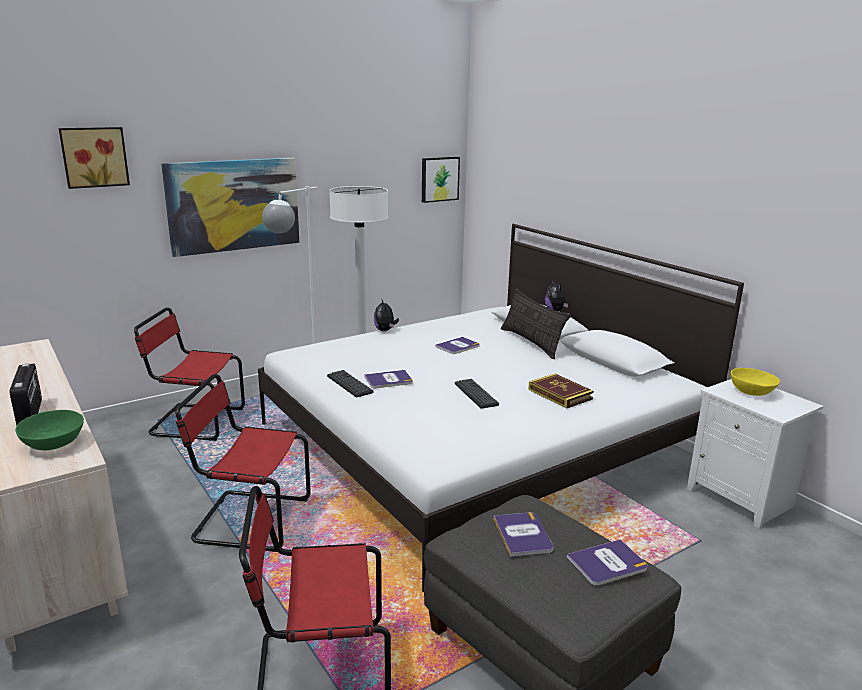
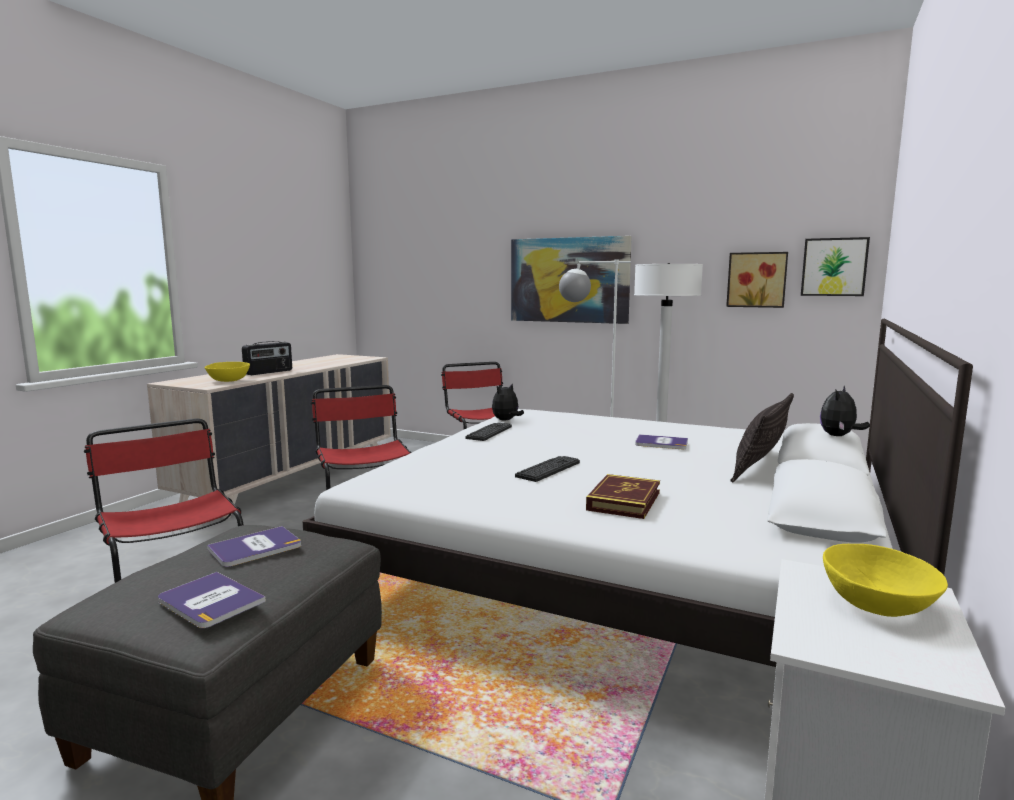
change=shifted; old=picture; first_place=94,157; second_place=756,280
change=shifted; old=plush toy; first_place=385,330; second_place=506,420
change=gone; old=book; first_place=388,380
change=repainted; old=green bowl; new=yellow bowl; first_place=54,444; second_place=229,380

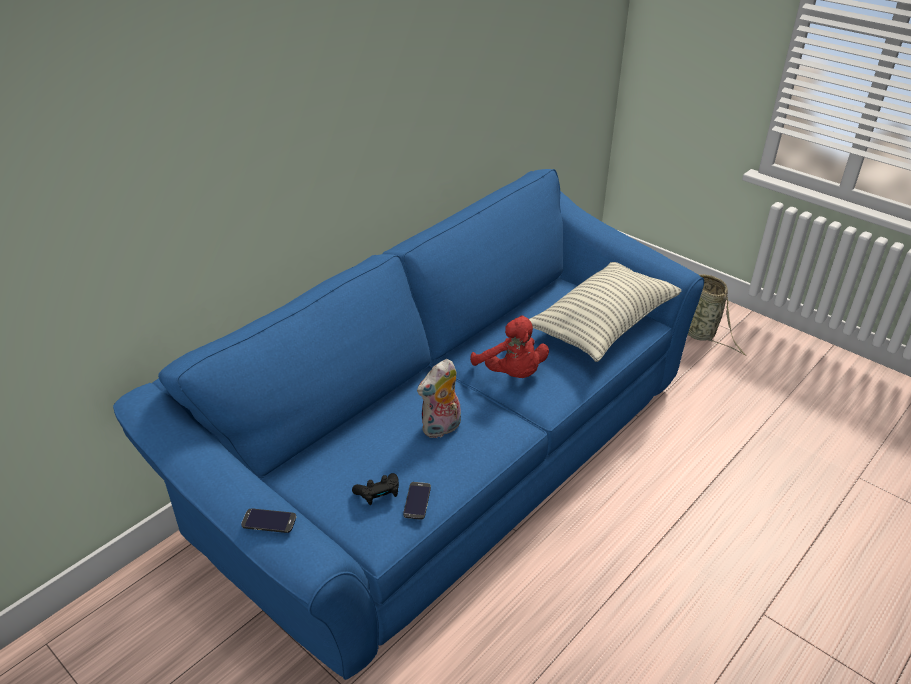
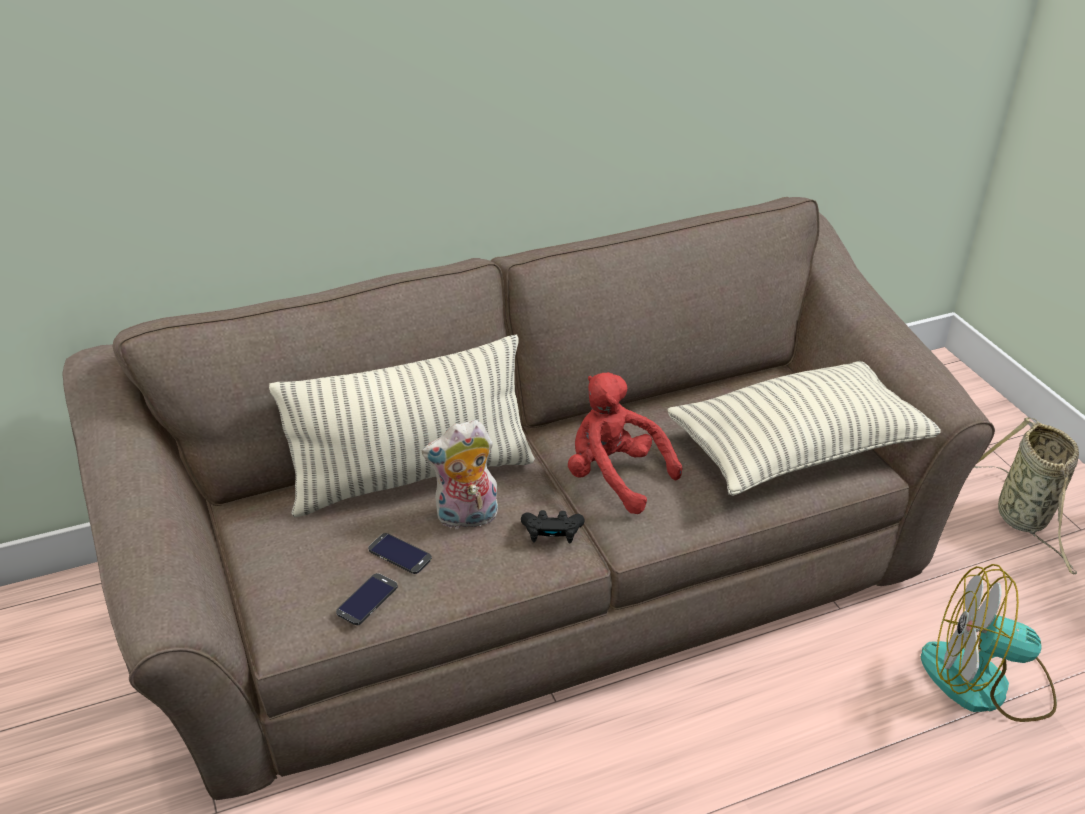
change=repainted; old=blue sofa; new=brown sofa; first_place=454,455; second_place=540,571
change=rotated; old=red plush toy; first_place=511,374; second_place=614,477; degrees=135
change=shifted; old=black game controller; first_place=378,494; second_place=552,534
change=shifted; old=phone; first_place=269,521; second_place=399,554
change=new; new=pillow; second_place=412,477
change=new; new=fan; second_place=986,683

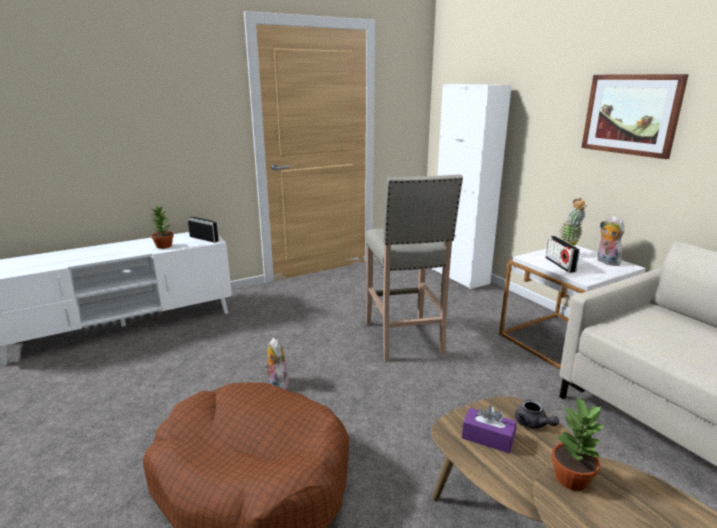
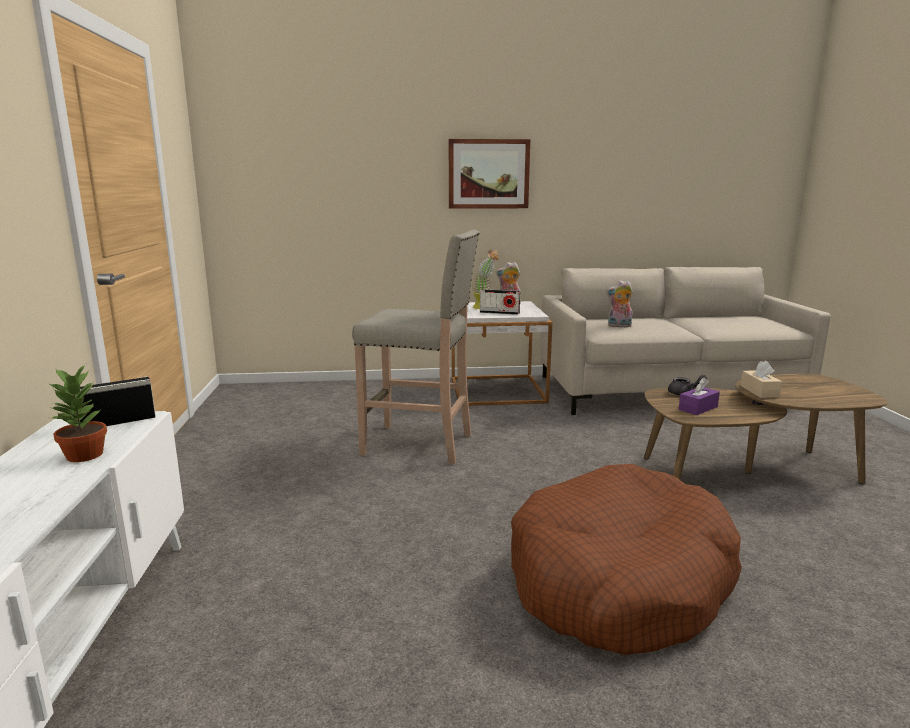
change=gone; old=white cabinet; first_place=460,276
change=shifted; old=plush toy; first_place=276,383; second_place=619,326
change=swapped; old=potted plant; new=beige tissue box; first_place=572,478; second_place=759,391

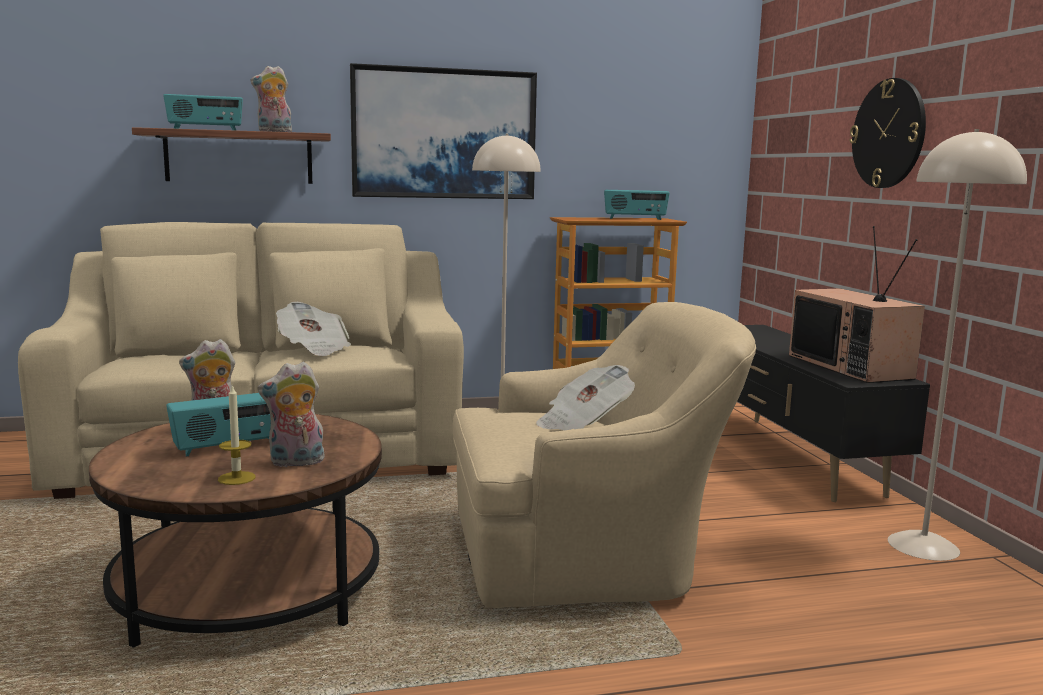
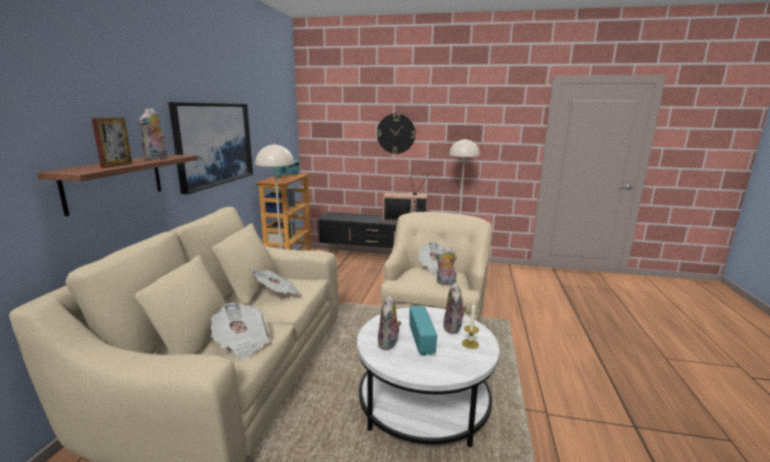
change=swapped; old=radio; new=picture frame; first_place=205,129; second_place=117,165
change=repainted; old=brown coffee table; new=white coffee table; first_place=249,589; second_place=423,404
change=new; new=plush toy; second_place=445,283
change=new; new=newspaper; second_place=242,343

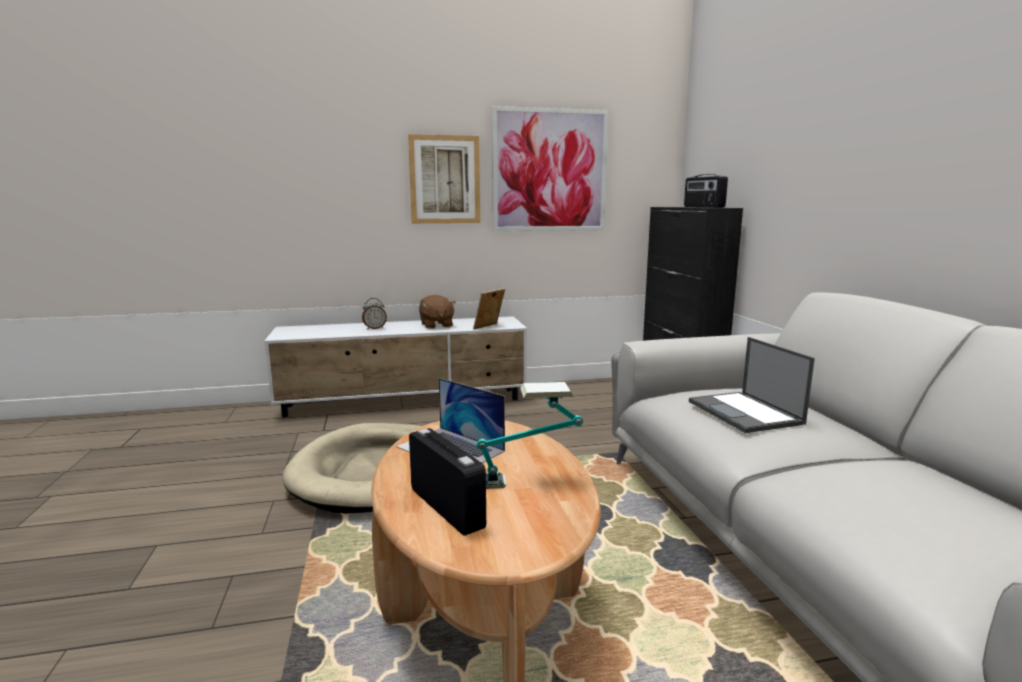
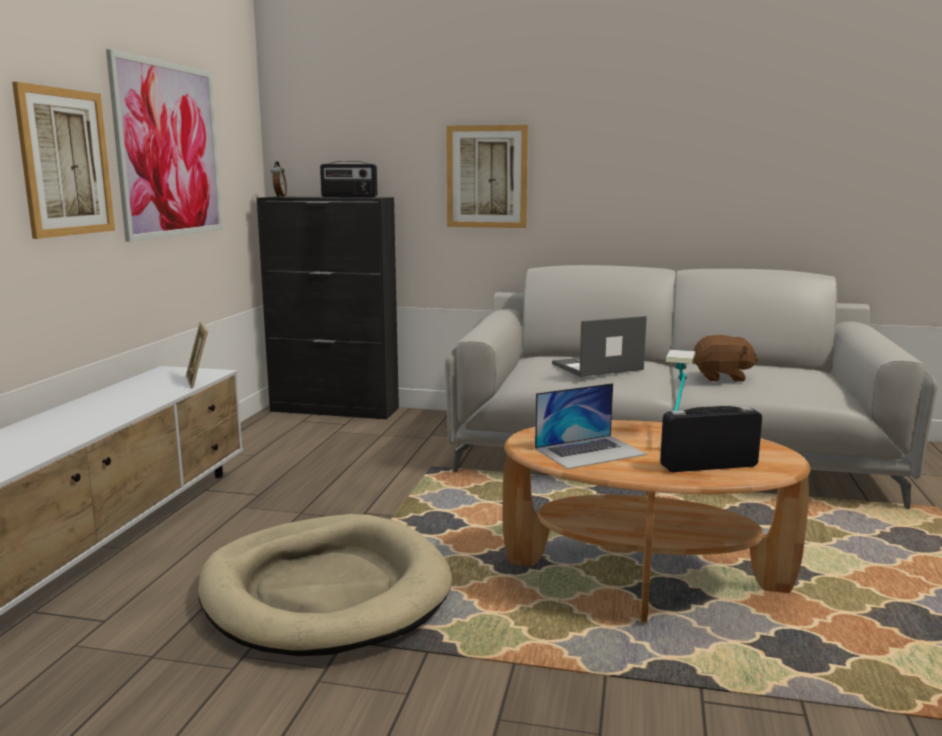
change=shifted; old=brown plush toy; first_place=436,325; second_place=722,377
change=shifted; old=alarm clock; first_place=374,328; second_place=279,196
change=rotated; old=laptop; first_place=745,413; second_place=596,367; degrees=150
change=new; new=picture; second_place=487,177

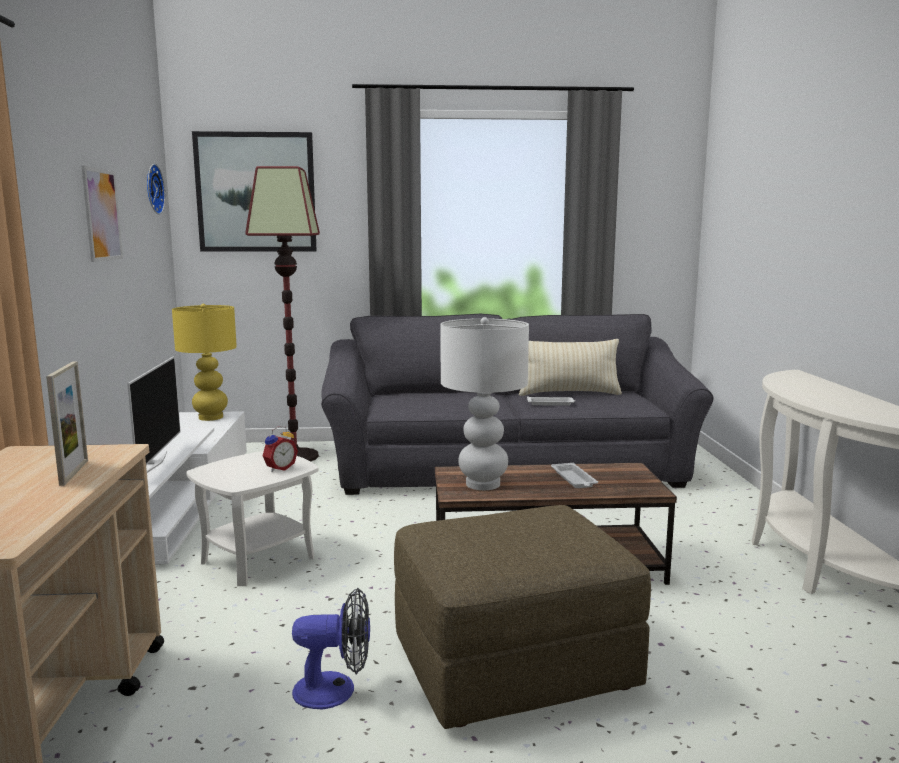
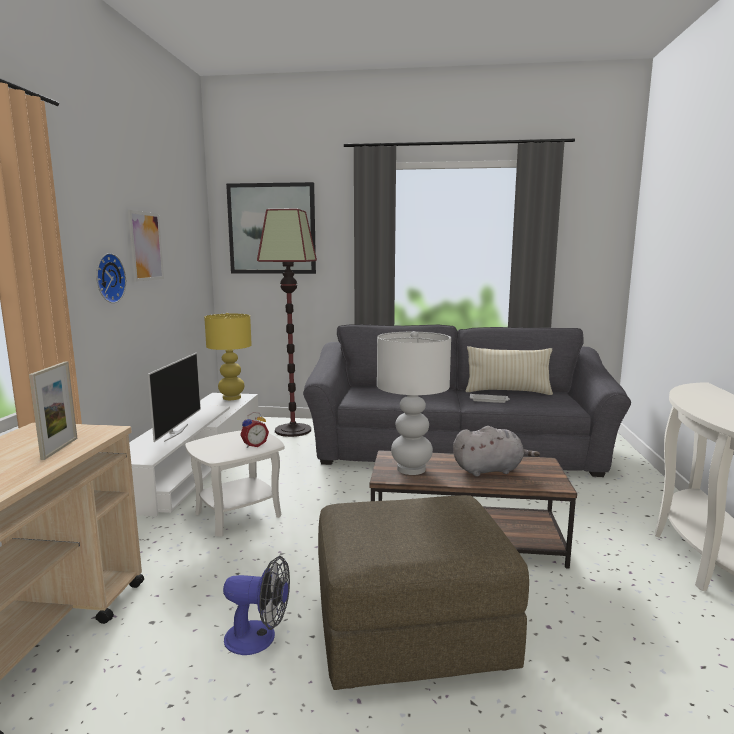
change=shifted; old=wall clock; first_place=152,189; second_place=107,278
change=swapped; old=white tray; new=grey plush toy; first_place=574,479; second_place=490,470

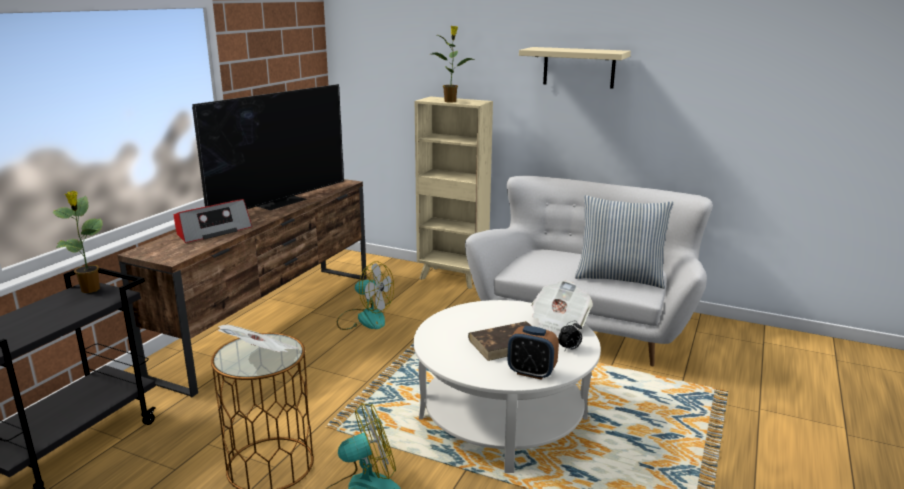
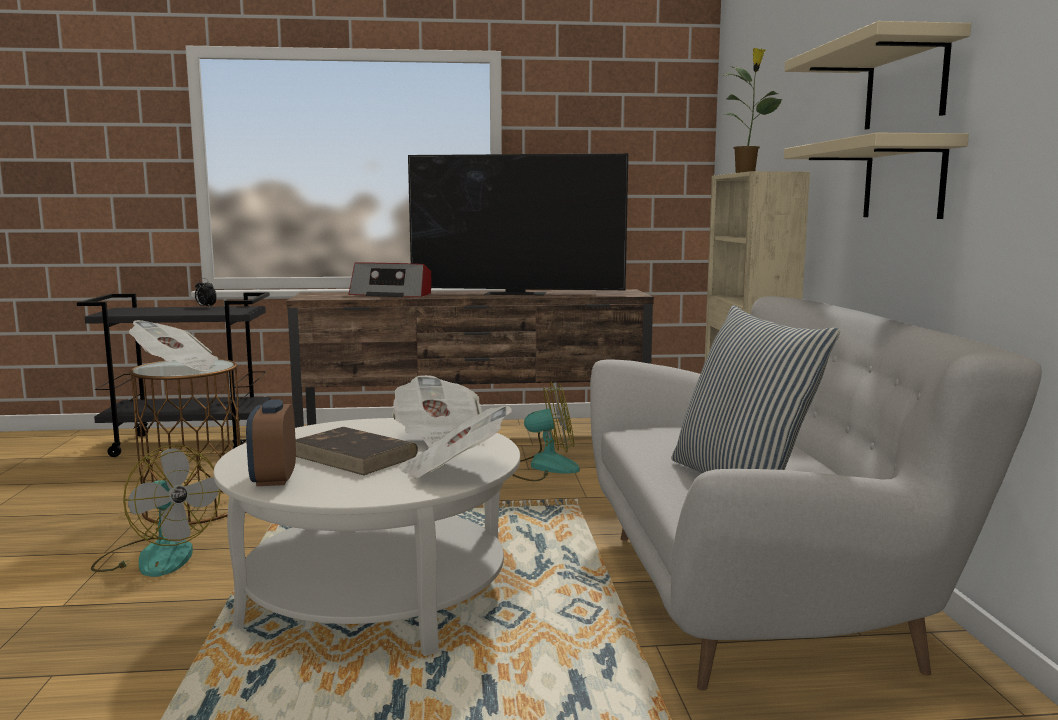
change=gone; old=potted plant; first_place=90,290
change=rotated; old=fan; first_place=364,319; second_place=542,467; degrees=-90
change=shifted; old=alarm clock; first_place=569,349; second_place=205,307
change=new; new=beige shelf; second_place=903,180
change=new; new=newspaper; second_place=439,439

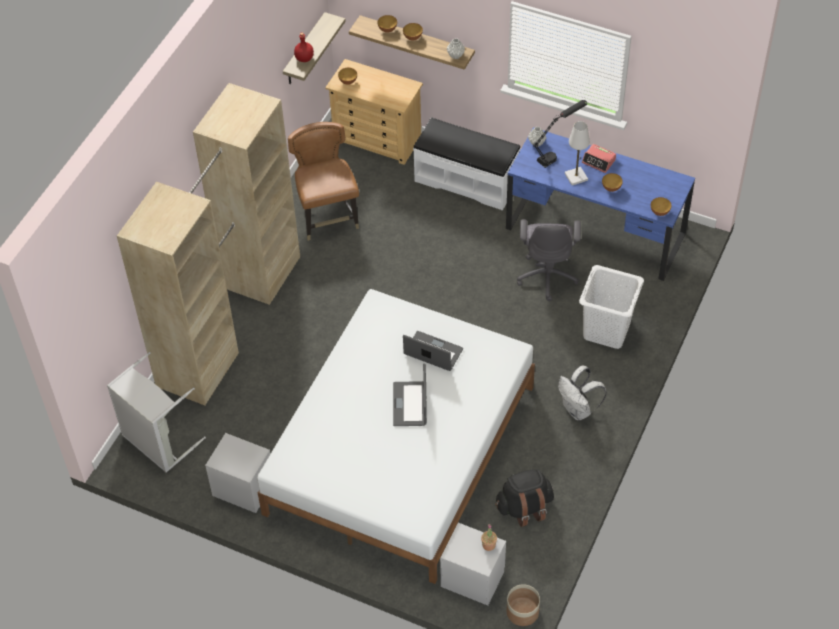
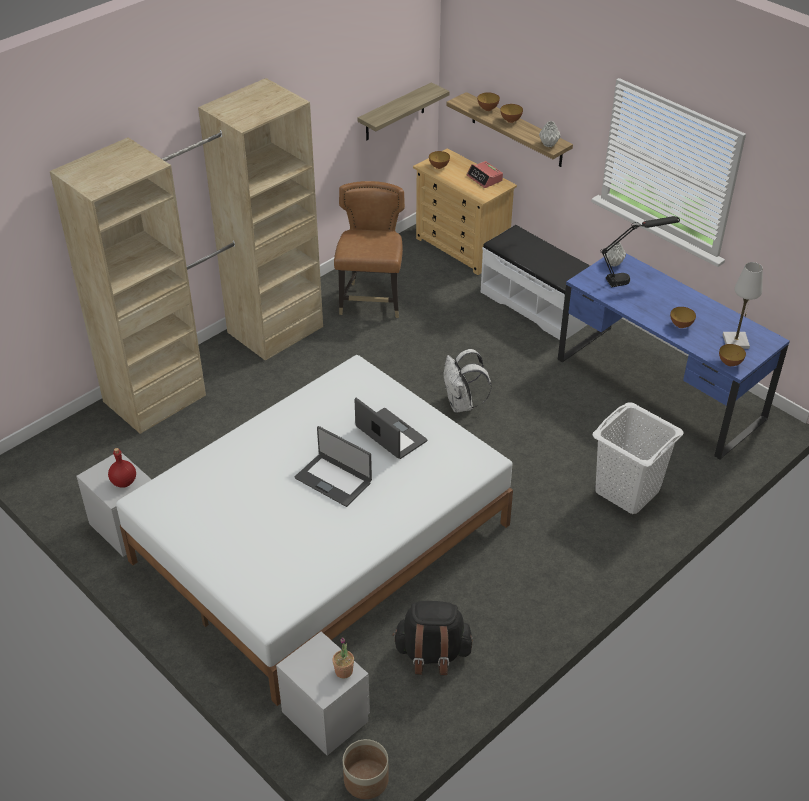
change=shifted; old=red bottle; first_place=304,58; second_place=123,482
change=shifted; old=white table lamp; first_place=576,177; second_place=735,341
change=shifted; old=alarm clock; first_place=599,161; second_place=484,178
change=gone; old=grey office chair; first_place=547,276
change=gone; old=grey laundry basket; first_place=157,443
change=rotated; old=laptop; first_place=410,404; second_place=333,480; degrees=-75
change=shifted; old=white backpack; first_place=578,410; second_place=462,404

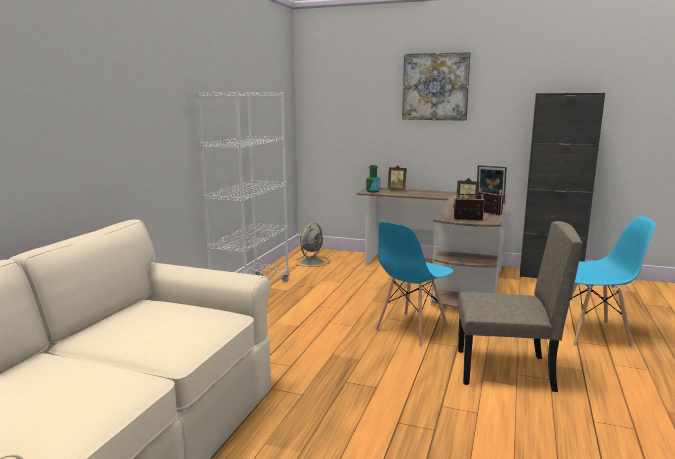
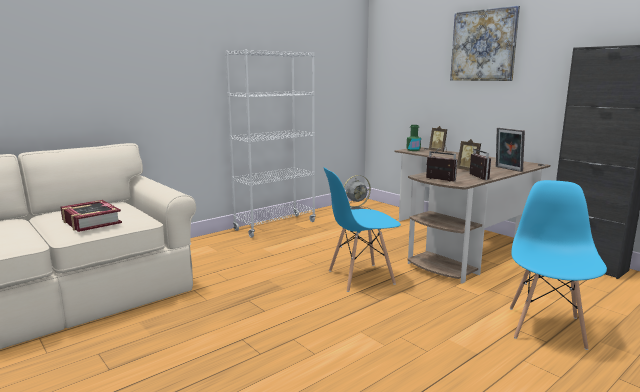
change=rotated; old=blue chair; first_place=592,334; second_place=546,327; degrees=-105
change=gone; old=beige chair; first_place=504,370
change=new; new=book; second_place=91,221

